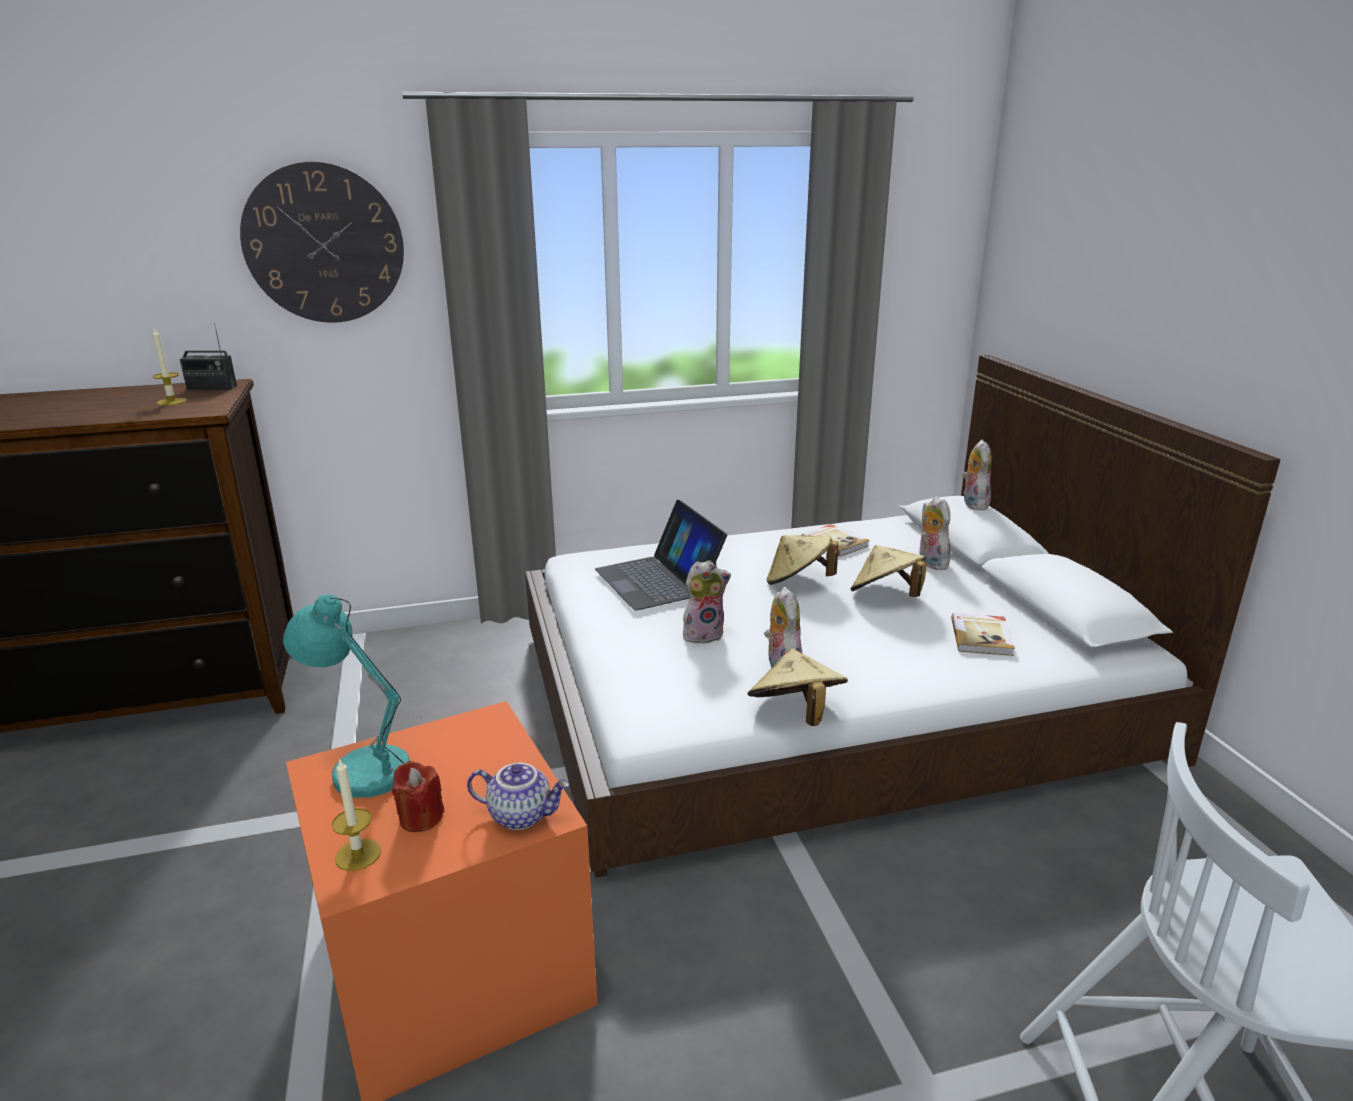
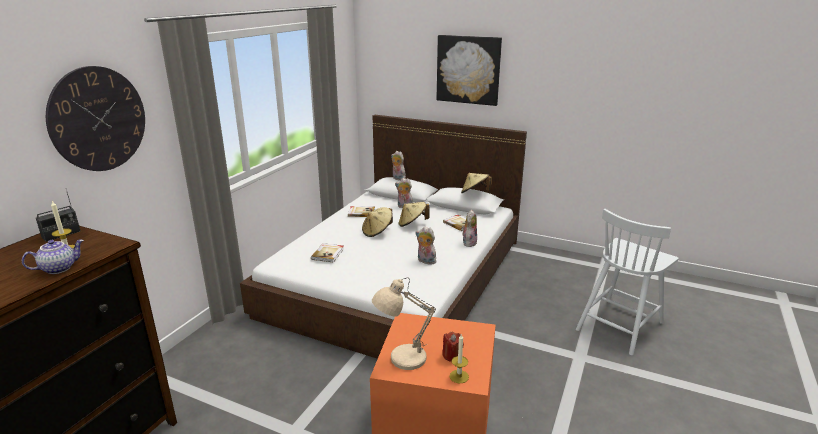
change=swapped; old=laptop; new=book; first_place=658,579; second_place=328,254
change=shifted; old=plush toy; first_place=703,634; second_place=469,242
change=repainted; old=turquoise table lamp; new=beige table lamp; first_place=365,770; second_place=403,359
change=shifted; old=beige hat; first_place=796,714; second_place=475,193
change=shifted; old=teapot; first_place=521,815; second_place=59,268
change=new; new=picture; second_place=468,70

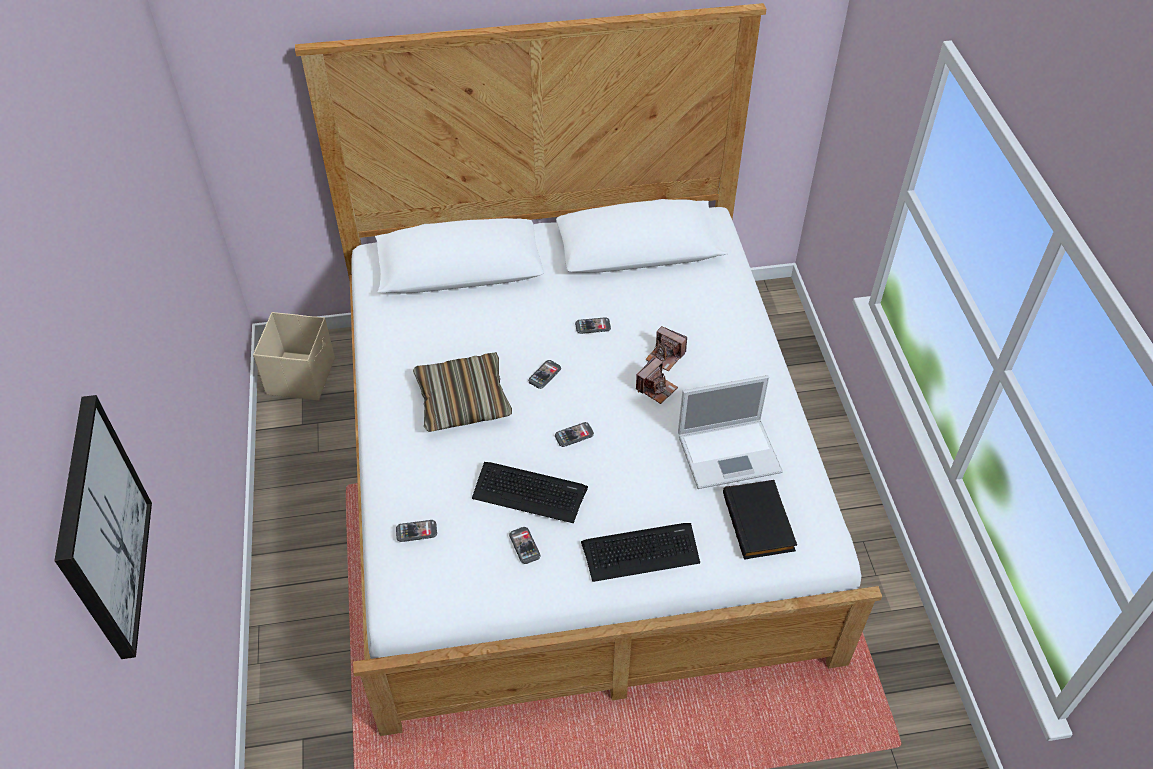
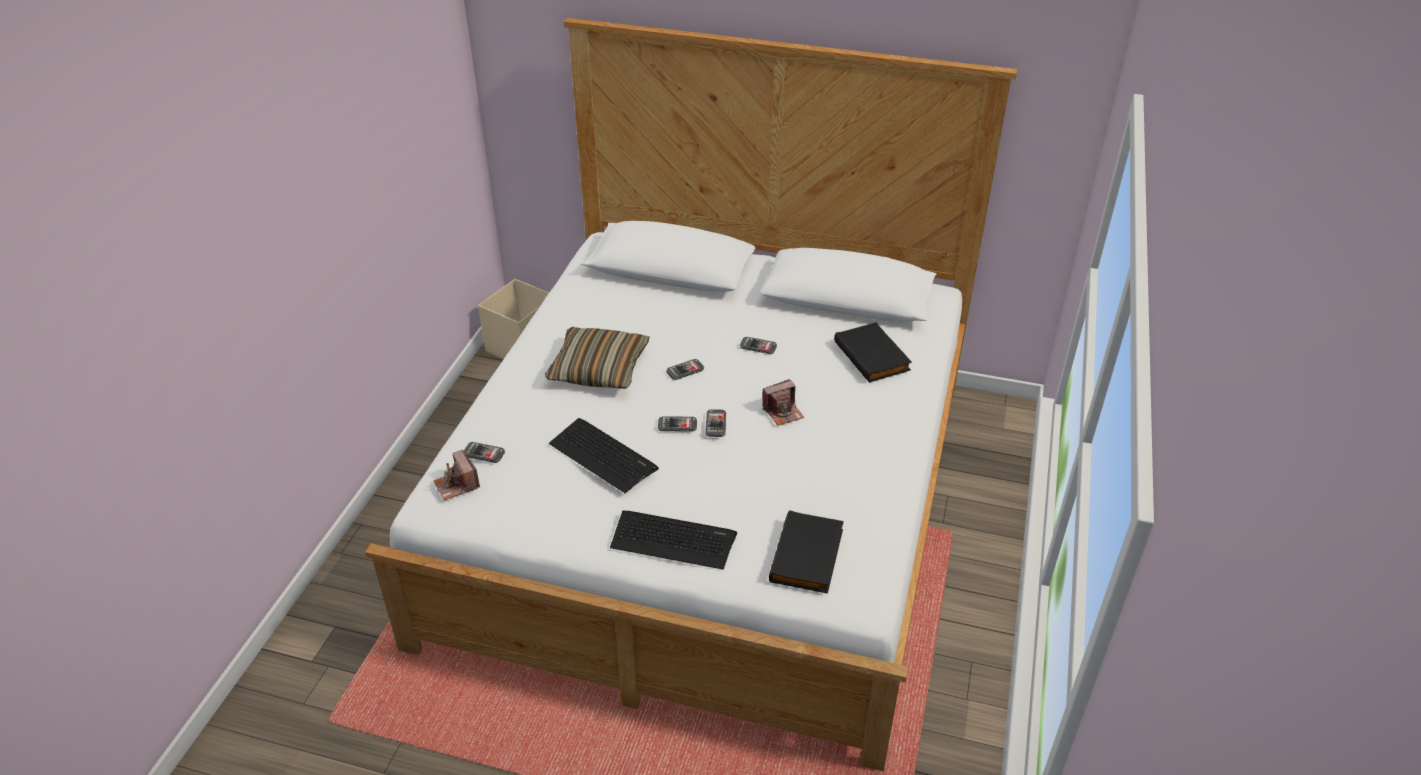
change=shifted; old=photo camera; first_place=665,356; second_place=457,485
change=gone; old=laptop; first_place=730,452
change=gone; old=picture; first_place=101,529
change=shifted; old=phone; first_place=524,546; second_place=715,424
change=new; new=black book; second_place=873,356

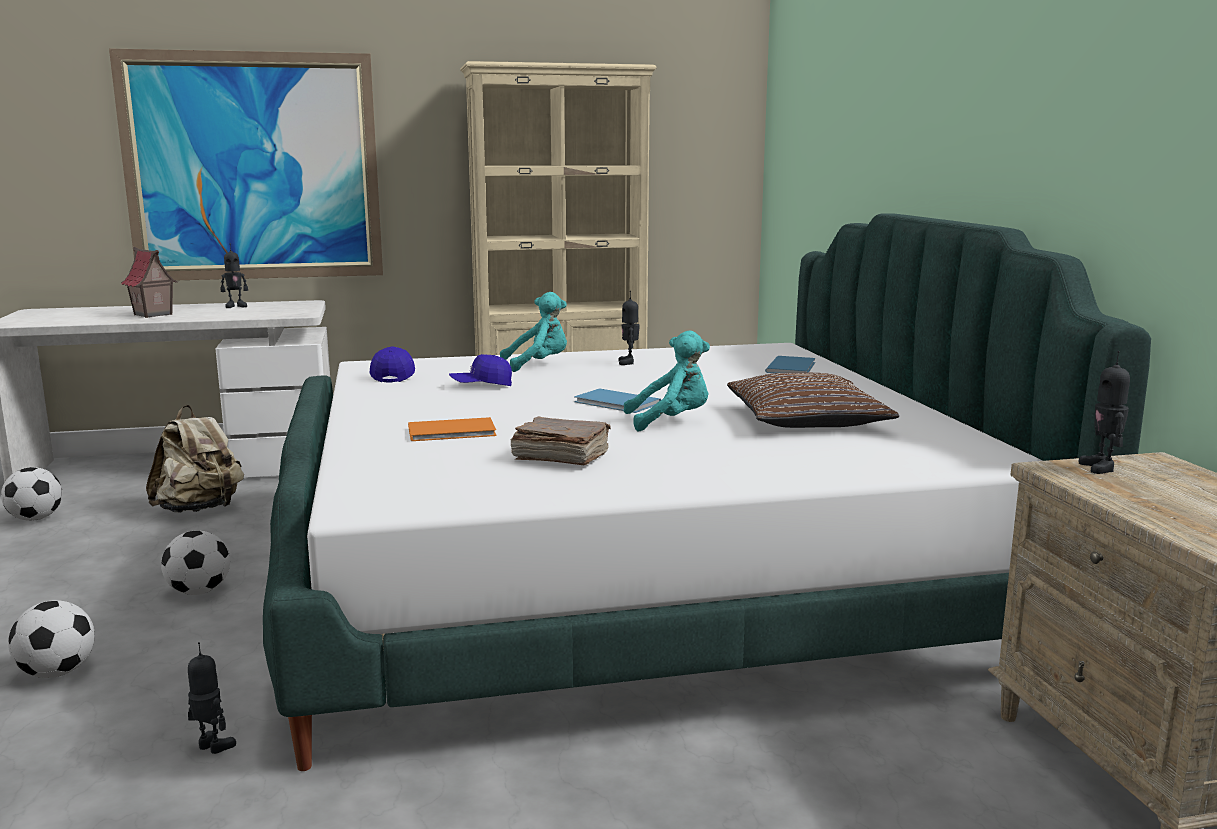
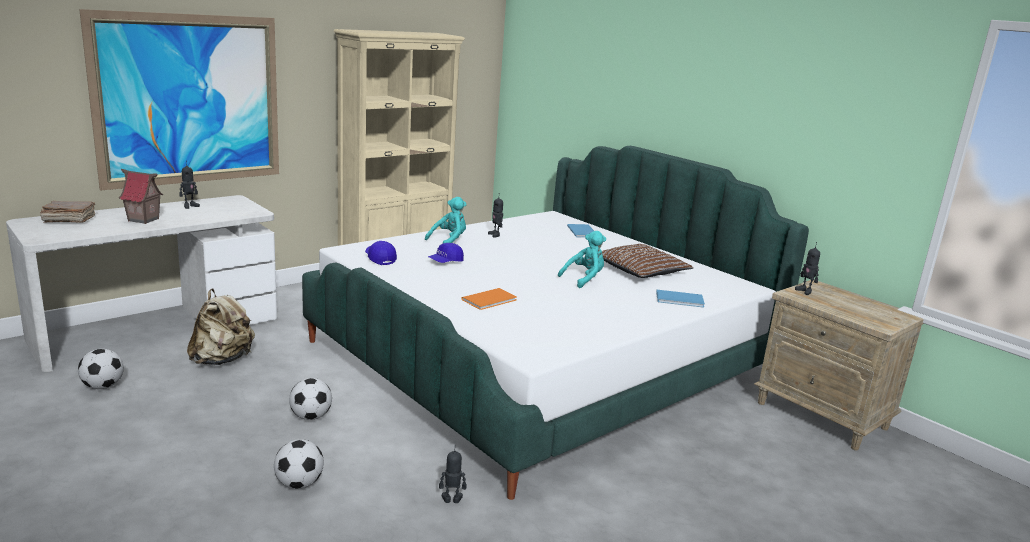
change=shifted; old=blue book; first_place=617,403; second_place=681,300
change=shifted; old=brown book; first_place=560,457; second_place=68,220

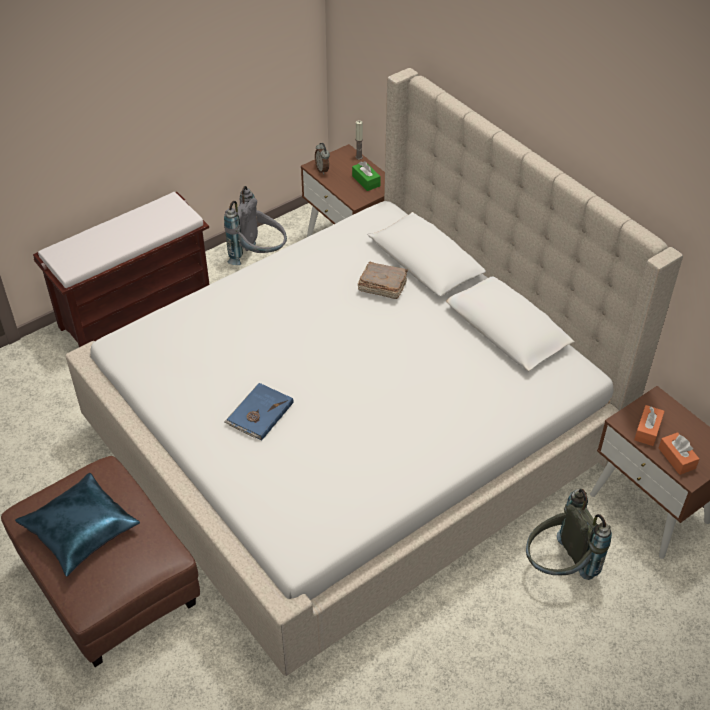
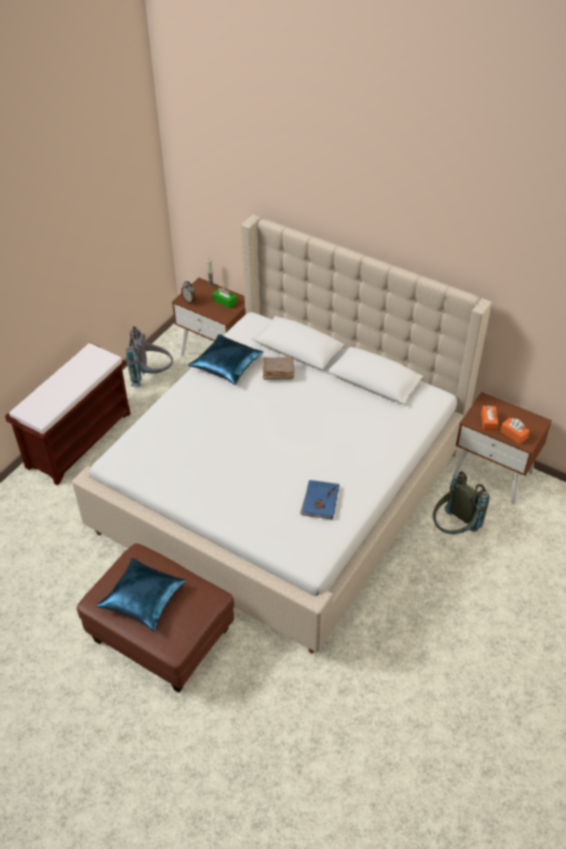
change=shifted; old=blue book; first_place=259,413; second_place=319,501
change=new; new=blue pillow; second_place=227,365

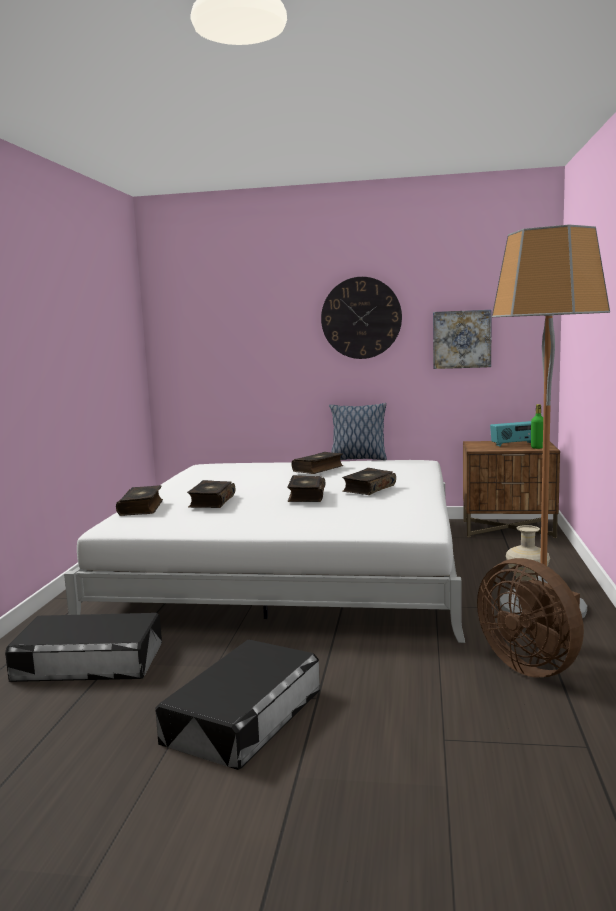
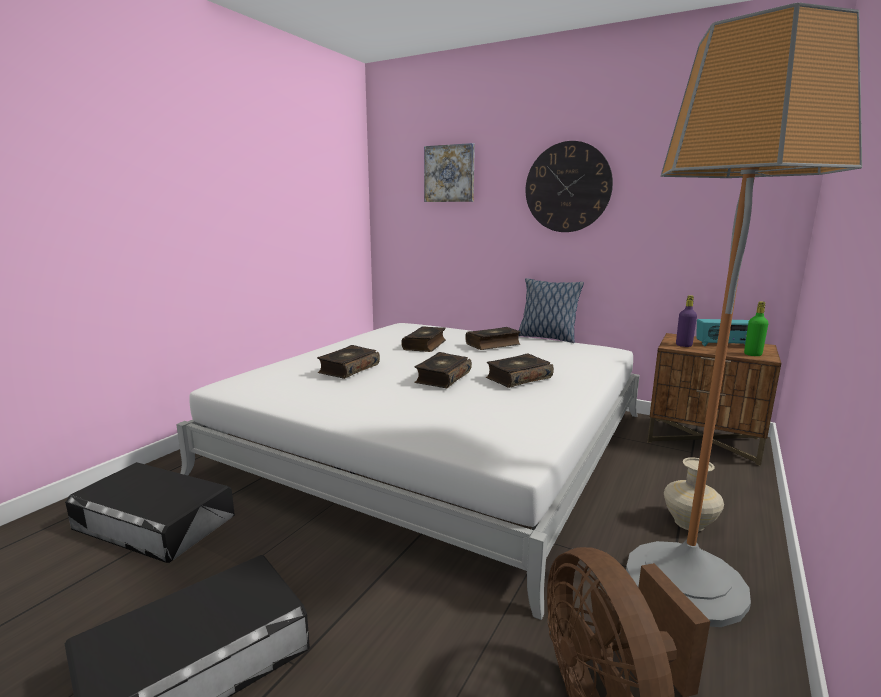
change=shifted; old=picture; first_place=461,339; second_place=449,173
change=shifted; old=book; first_place=142,508; second_place=425,345
change=new; new=purple bottle; second_place=683,345

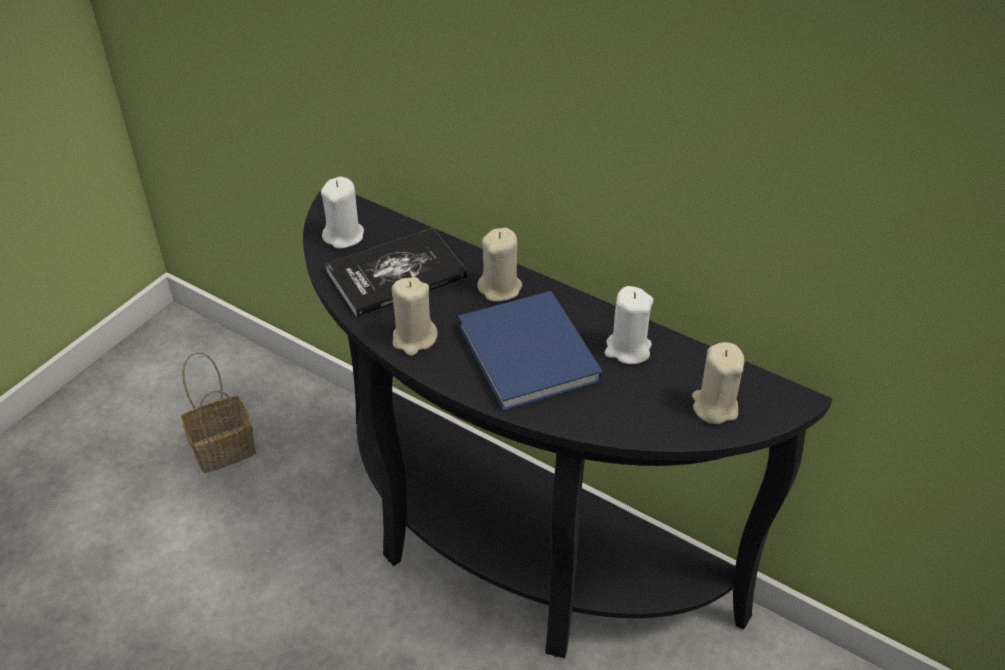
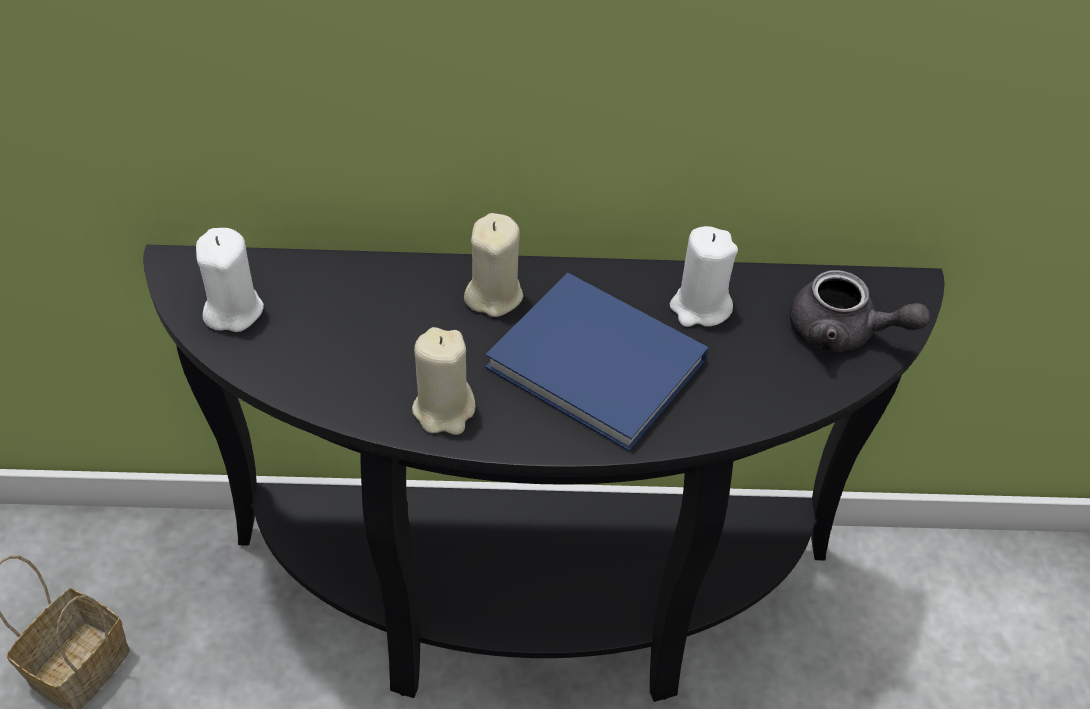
change=gone; old=book; first_place=396,274
change=swapped; old=beige candle; new=grey teapot; first_place=714,406; second_place=843,333

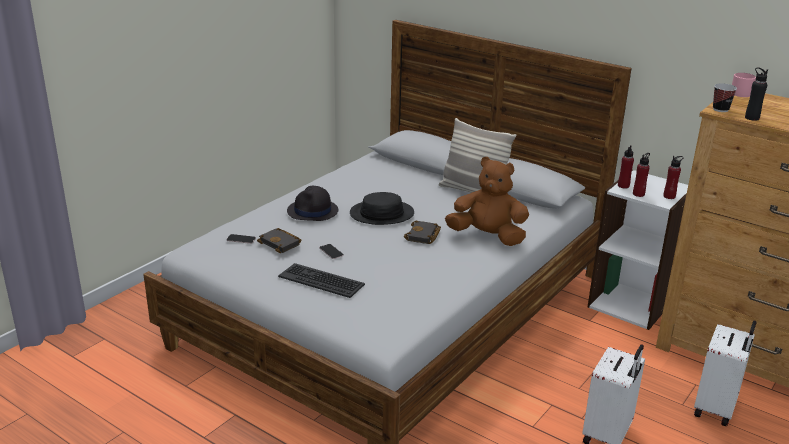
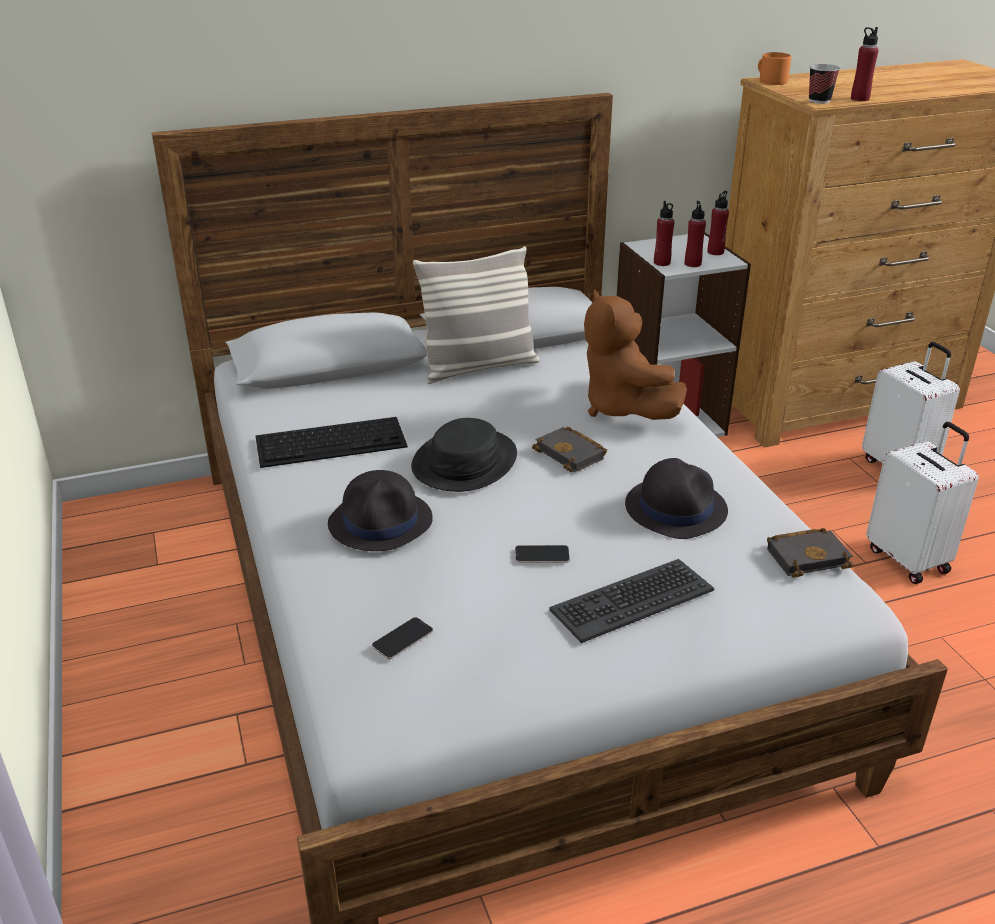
change=repainted; old=black bottle; new=red bottle; first_place=751,118; second_place=859,99
change=repainted; old=pink mug; new=orange mug; first_place=741,93; second_place=770,81
change=rotated; old=brown plush toy; first_place=487,236; second_place=623,408; degrees=-75
change=shifted; old=black book; first_place=281,243; second_place=808,556
change=new; new=keyboard; second_place=332,441
change=new; new=black hat; second_place=675,508

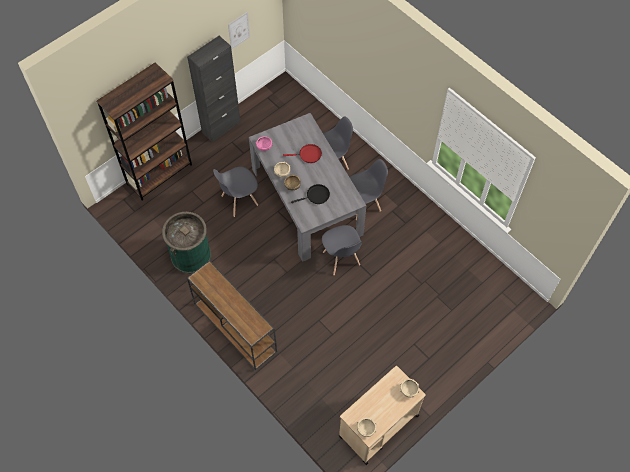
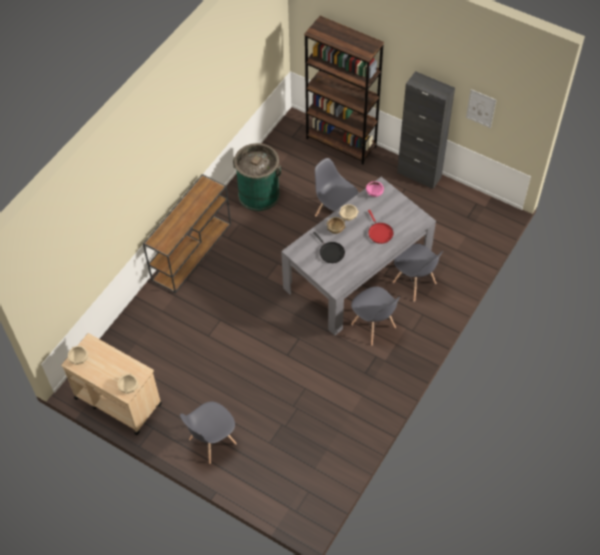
change=shifted; old=grey chair; first_place=341,259; second_place=212,442

